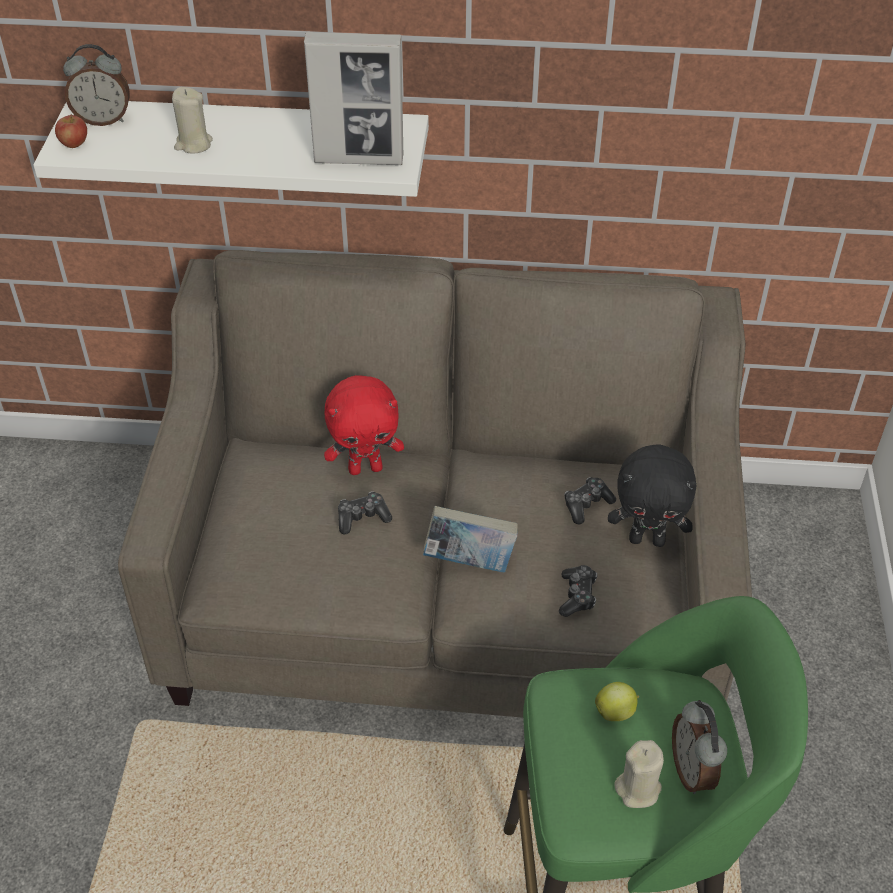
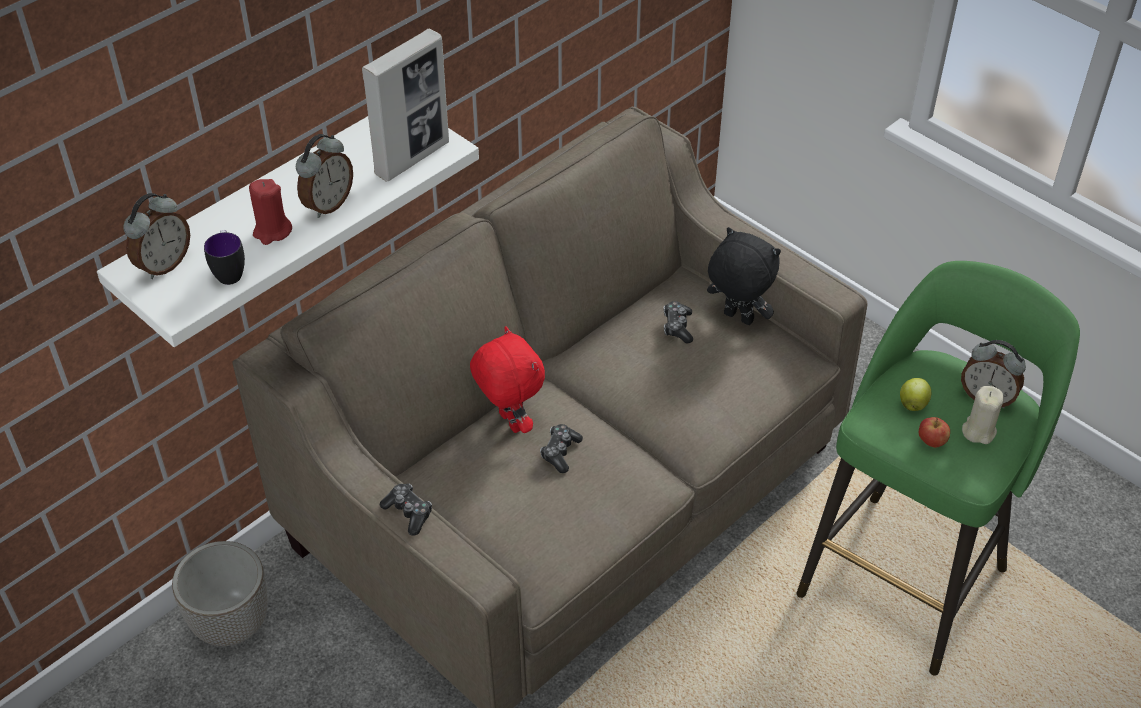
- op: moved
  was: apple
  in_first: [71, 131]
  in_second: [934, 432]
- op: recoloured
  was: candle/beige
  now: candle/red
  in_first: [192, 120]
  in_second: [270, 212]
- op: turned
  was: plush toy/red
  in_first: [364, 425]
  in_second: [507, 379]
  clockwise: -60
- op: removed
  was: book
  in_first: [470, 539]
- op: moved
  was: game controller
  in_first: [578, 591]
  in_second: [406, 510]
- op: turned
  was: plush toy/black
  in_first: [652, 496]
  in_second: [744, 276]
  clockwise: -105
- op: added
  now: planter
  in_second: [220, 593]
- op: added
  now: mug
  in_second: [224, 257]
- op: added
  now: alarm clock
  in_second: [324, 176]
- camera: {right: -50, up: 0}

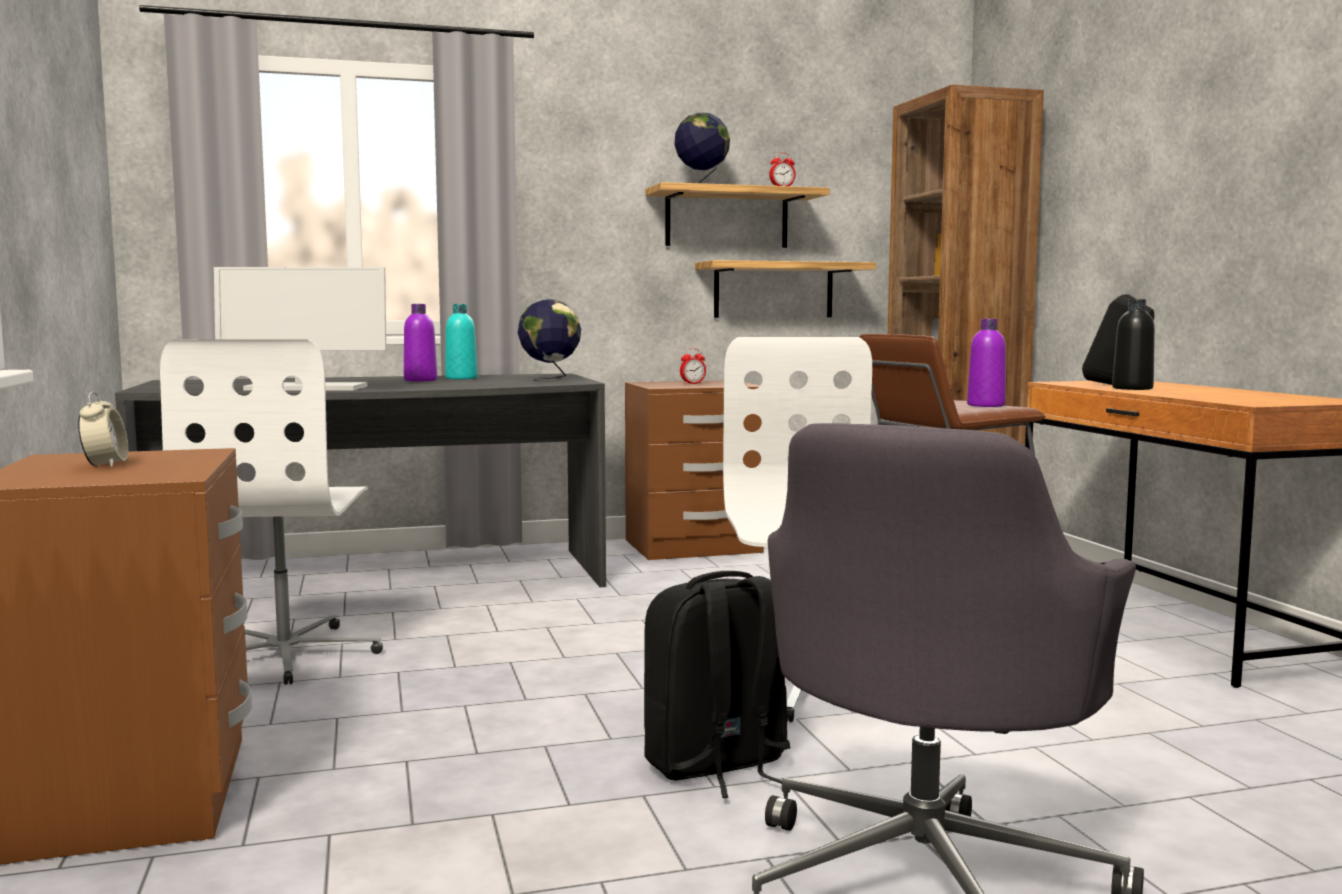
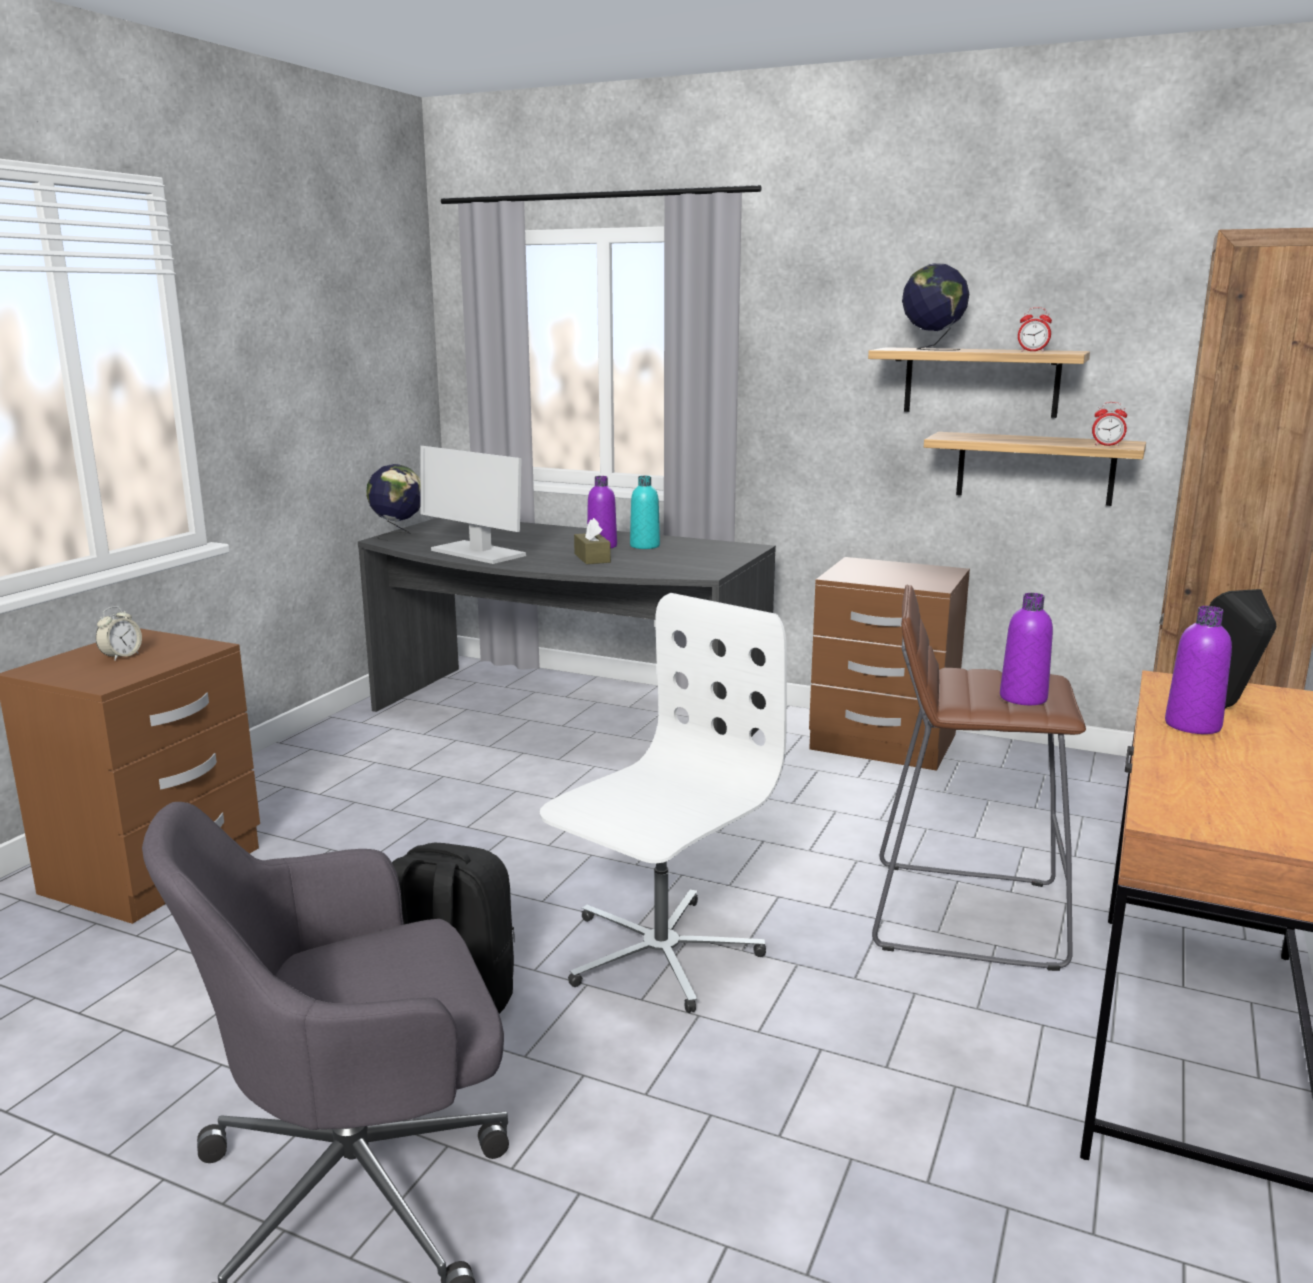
- op: removed
  was: office chair/white
  in_first: [271, 512]
- op: moved
  was: globe
  in_first: [549, 340]
  in_second: [393, 502]
- op: moved
  was: alarm clock
  in_first: [693, 366]
  in_second: [1109, 424]
- op: recoloured
  was: bottle/black
  now: bottle/purple
  in_first: [1133, 344]
  in_second: [1198, 670]
- op: added
  now: tissue box/brown
  in_second: [592, 541]
- camera: {right: 40, up: 10}

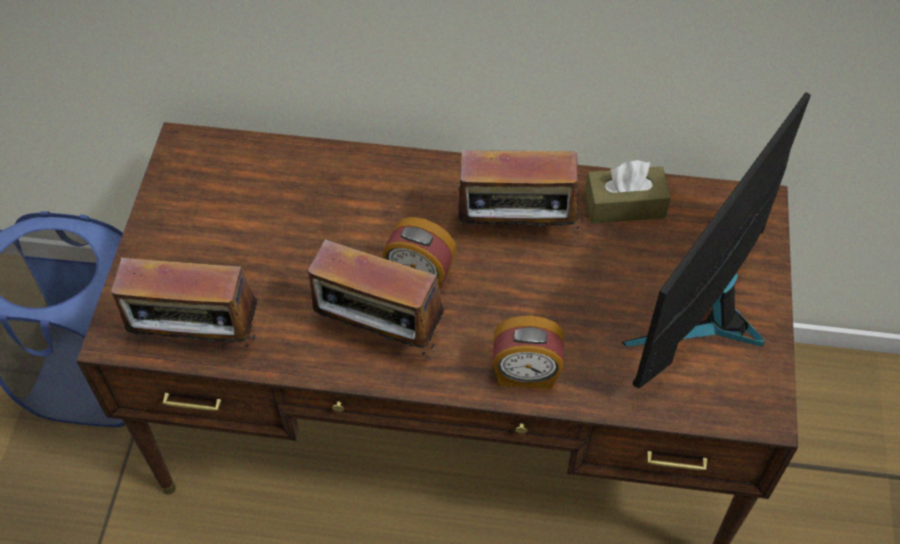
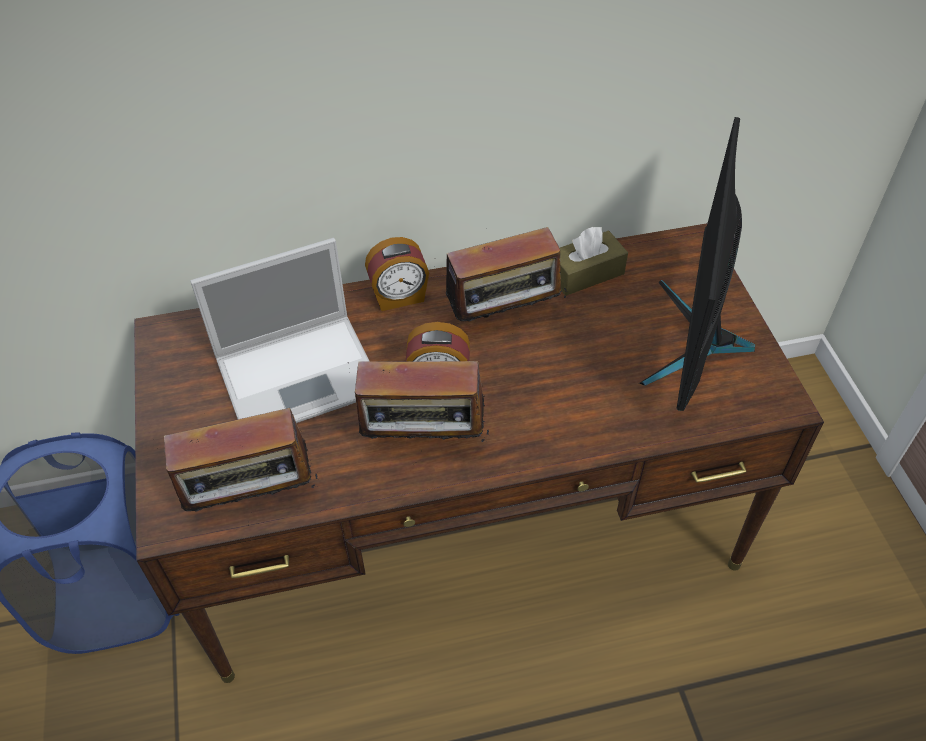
- op: moved
  was: alarm clock
  in_first: [528, 352]
  in_second: [397, 274]
- op: added
  now: laptop
  in_second: [279, 330]
- camera: {right: -20, up: -5}

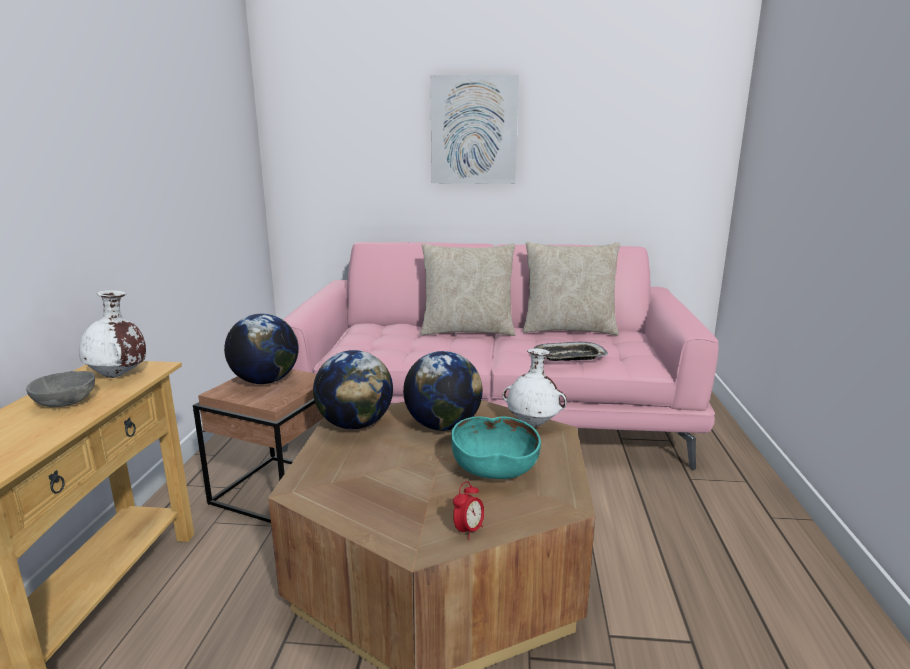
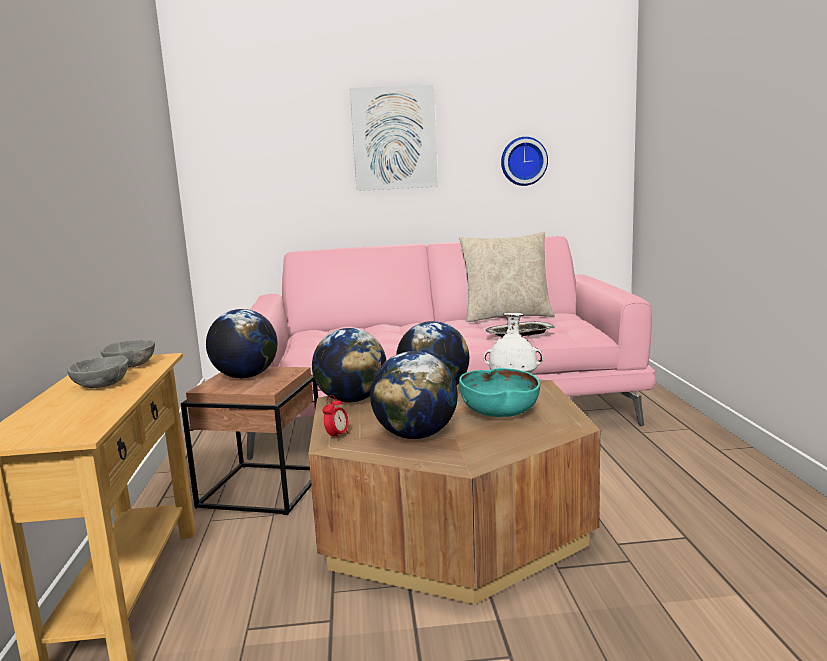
- op: replaced
  was: vase/white
  now: bowl/grey
  in_first: [112, 334]
  in_second: [127, 353]
- op: removed
  was: pillow/beige
  in_first: [467, 289]
- op: moved
  was: alarm clock
  in_first: [468, 510]
  in_second: [335, 417]
- op: added
  now: globe
  in_second: [414, 395]
- op: added
  now: wall clock
  in_second: [524, 161]
- camera: {right: -10, up: -5}

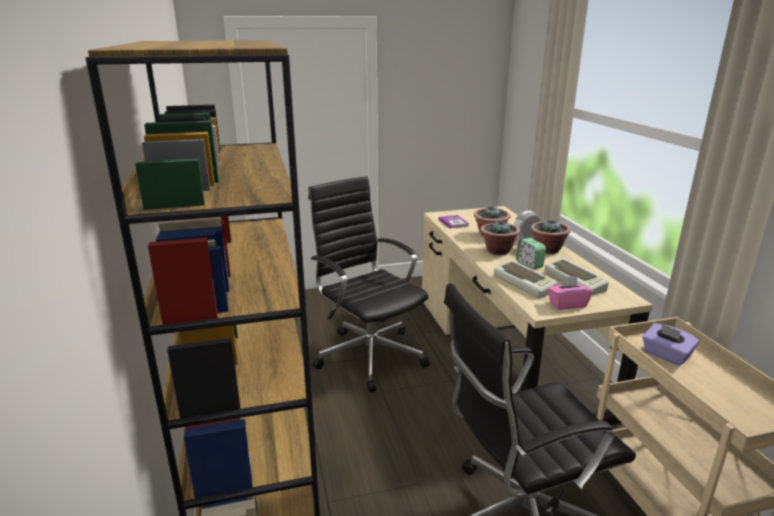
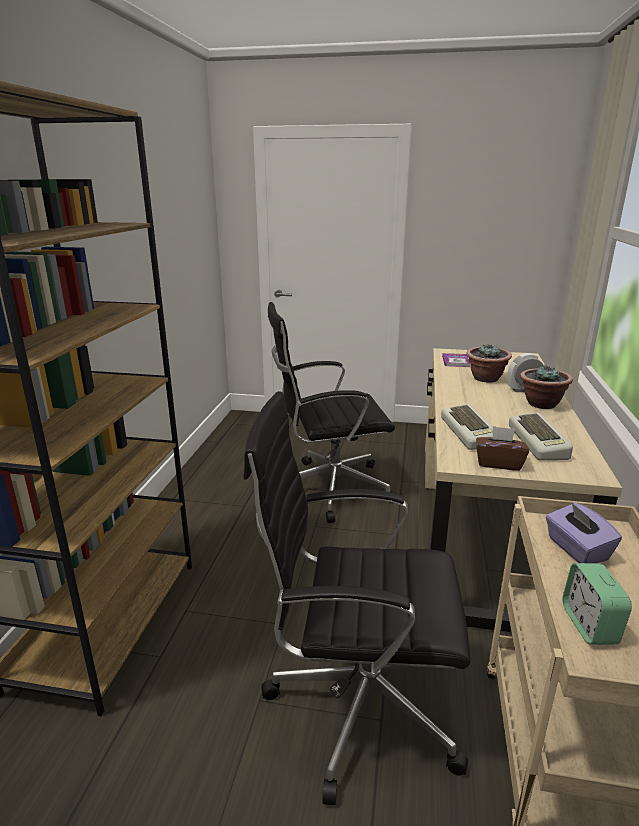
- op: turned
  was: office chair/black
  in_first: [369, 284]
  in_second: [331, 412]
  clockwise: -90
- op: removed
  was: potted plant
  in_first: [500, 238]
- op: moved
  was: alarm clock
  in_first: [531, 253]
  in_second: [597, 604]
- op: recoloured
  was: tissue box/pink
  now: tissue box/brown
  in_first: [570, 293]
  in_second: [502, 448]
- camera: {right: 25, up: 0}

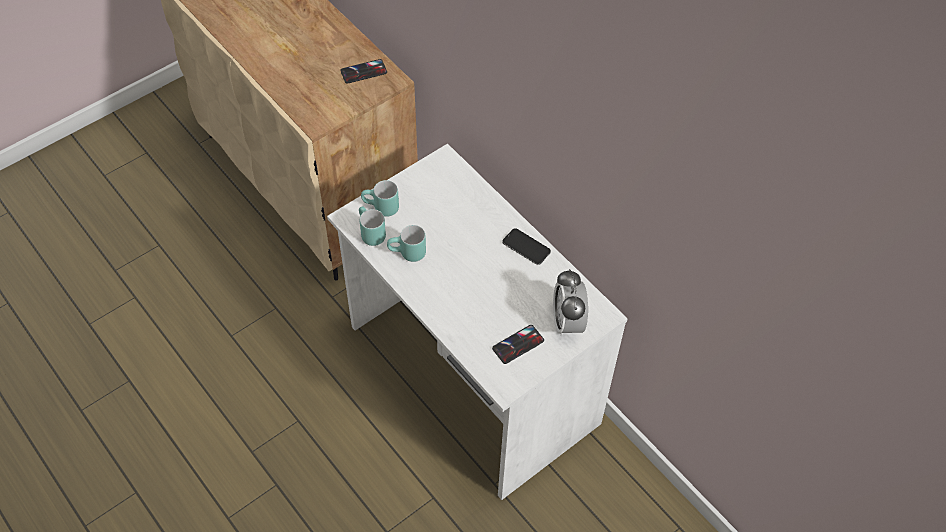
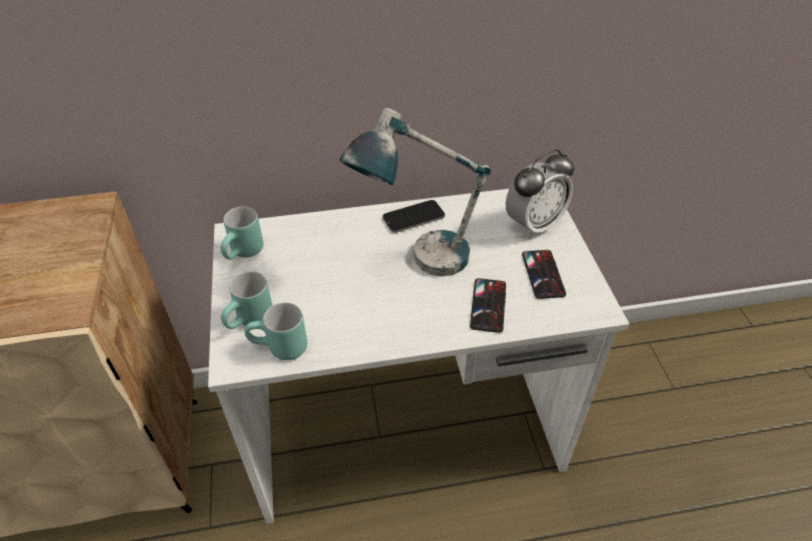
- op: moved
  was: phone
  in_first: [363, 71]
  in_second: [488, 305]
- op: moved
  was: mug/turquoise
  in_first: [406, 243]
  in_second: [242, 233]
- op: turned
  was: alarm clock
  in_first: [570, 302]
  in_second: [539, 193]
  clockwise: -60
- op: added
  now: table lamp
  in_second: [415, 192]
- camera: {right: -60, up: -10}

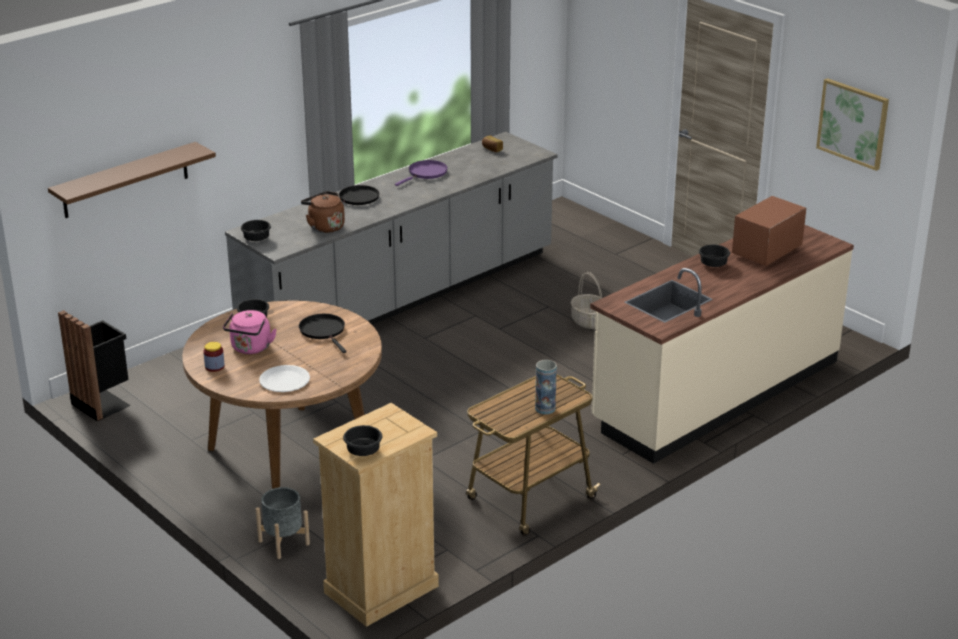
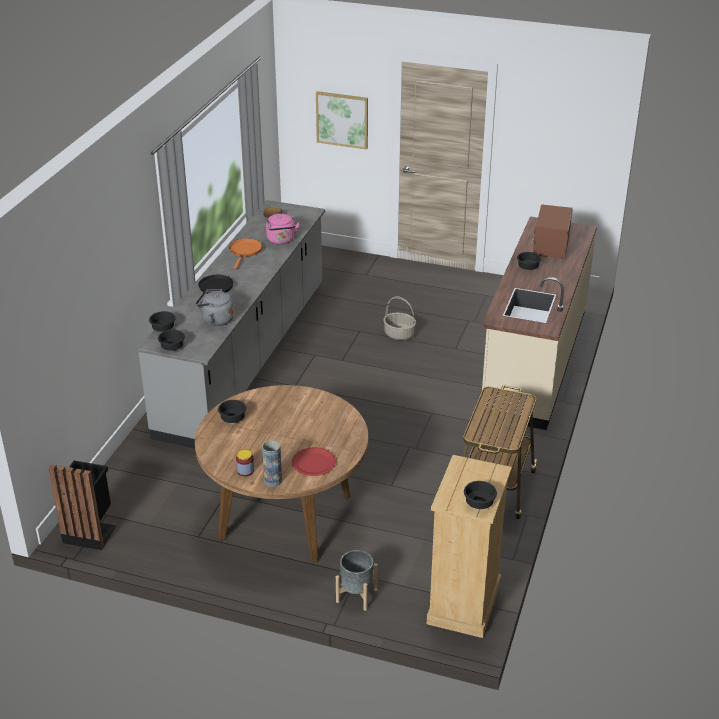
- op: removed
  was: shelf/brown
  in_first: [132, 180]
- op: moved
  was: kettle/pink
  in_first: [250, 332]
  in_second: [283, 229]
- op: recoloured
  was: plate/white
  now: plate/red
  in_first: [284, 378]
  in_second: [314, 461]
- op: removed
  was: frying pan/black
  in_first: [323, 333]
- op: recoloured
  was: kettle/brown
  now: kettle/grey
  in_first: [323, 212]
  in_second: [215, 307]
- op: recoloured
  was: frying pan/purple
  now: frying pan/orange
  in_first: [421, 173]
  in_second: [245, 253]
- op: moved
  was: vase
  in_first: [546, 387]
  in_second: [272, 463]
- op: moved
  was: picture
  in_first: [852, 124]
  in_second: [342, 120]
- op: added
  now: bowl/black
  in_second: [162, 321]
- camera: {right: -30, up: 5}

